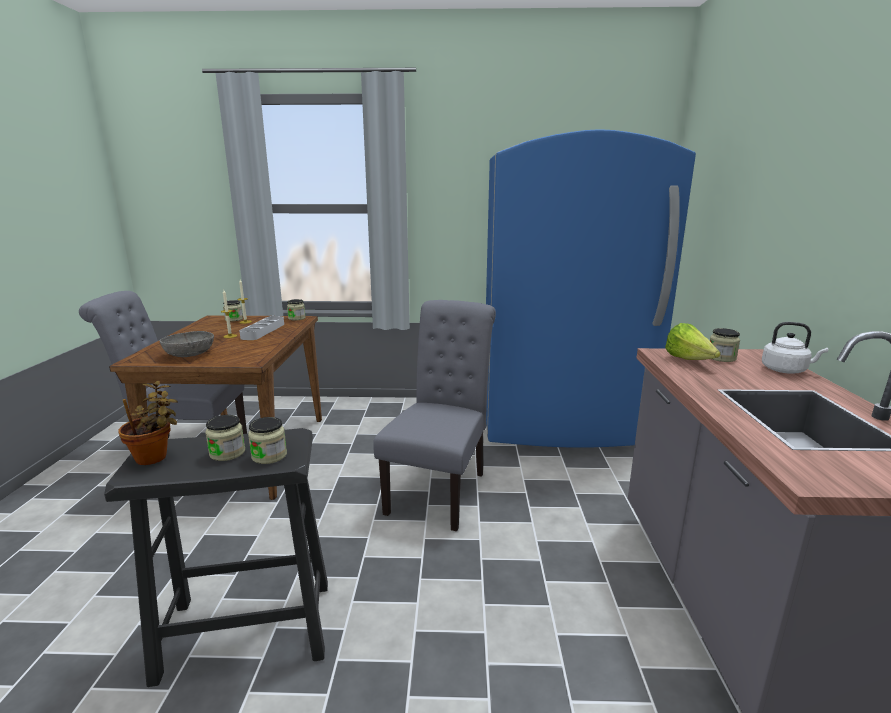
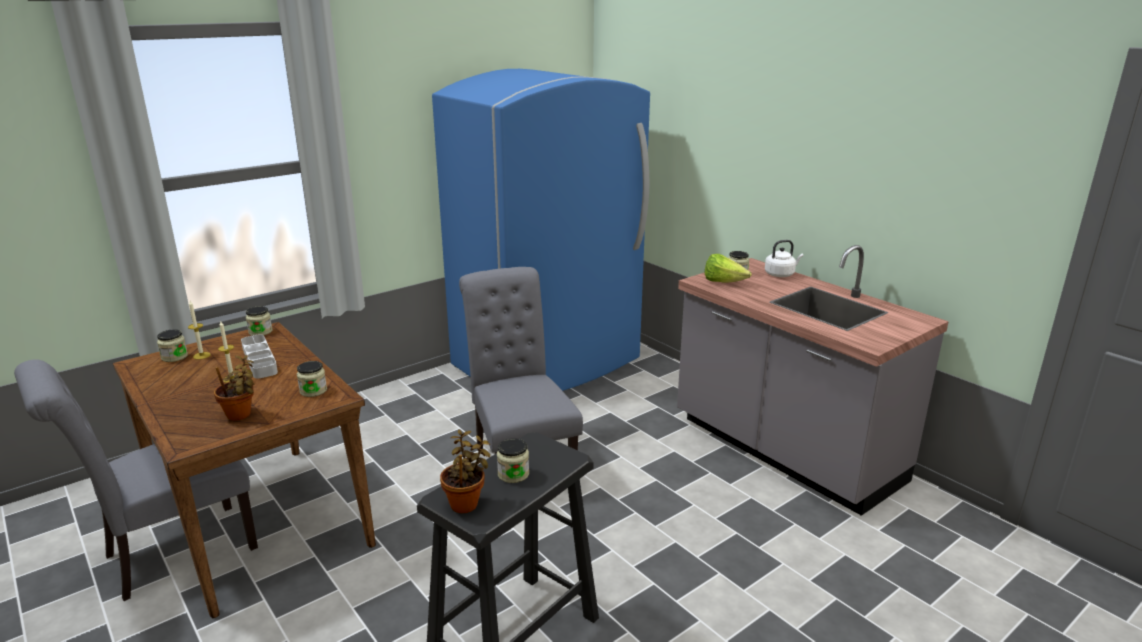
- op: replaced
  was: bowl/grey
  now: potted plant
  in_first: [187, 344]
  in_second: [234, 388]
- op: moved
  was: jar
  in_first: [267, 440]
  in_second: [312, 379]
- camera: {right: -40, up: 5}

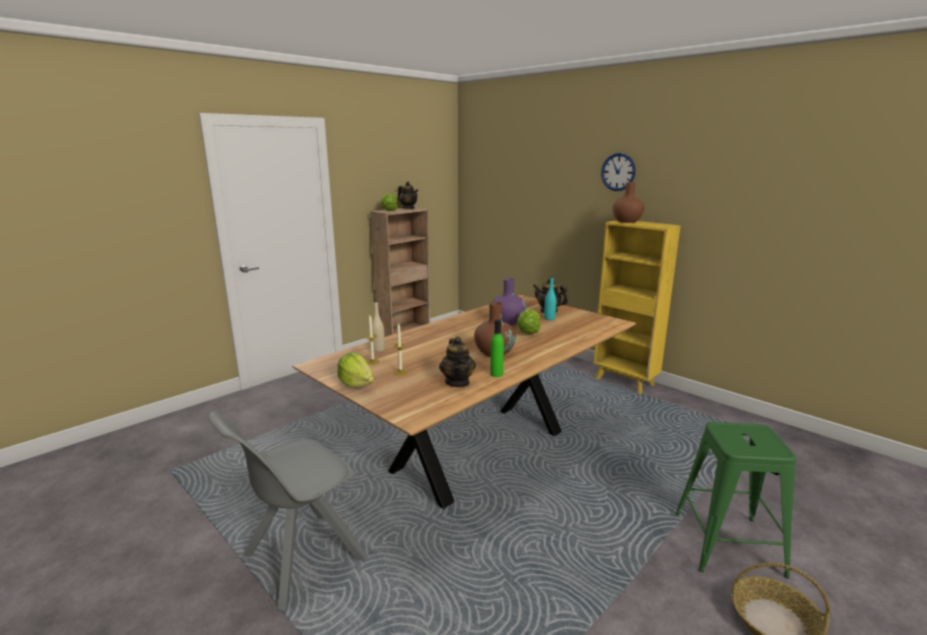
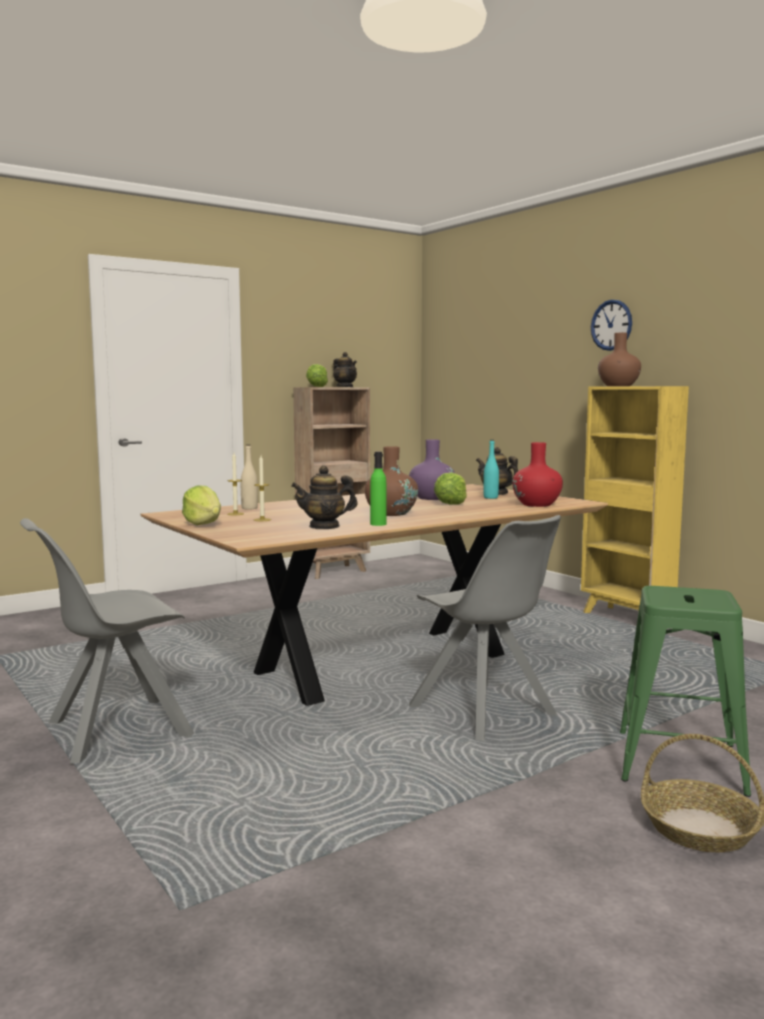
- op: turned
  was: teapot
  in_first: [457, 361]
  in_second: [324, 497]
  clockwise: 75
- op: added
  now: chair/grey
  in_second: [485, 628]
- op: added
  now: vase/red
  in_second: [537, 474]
- camera: {right: 10, up: -10}

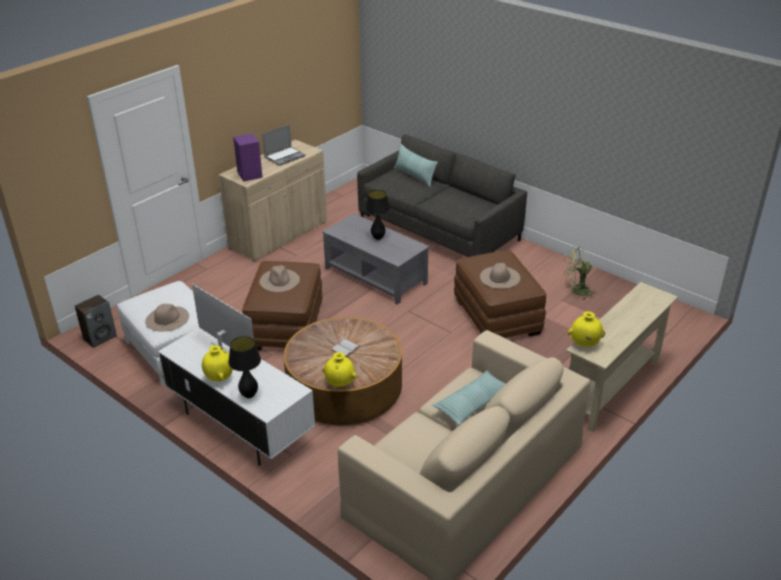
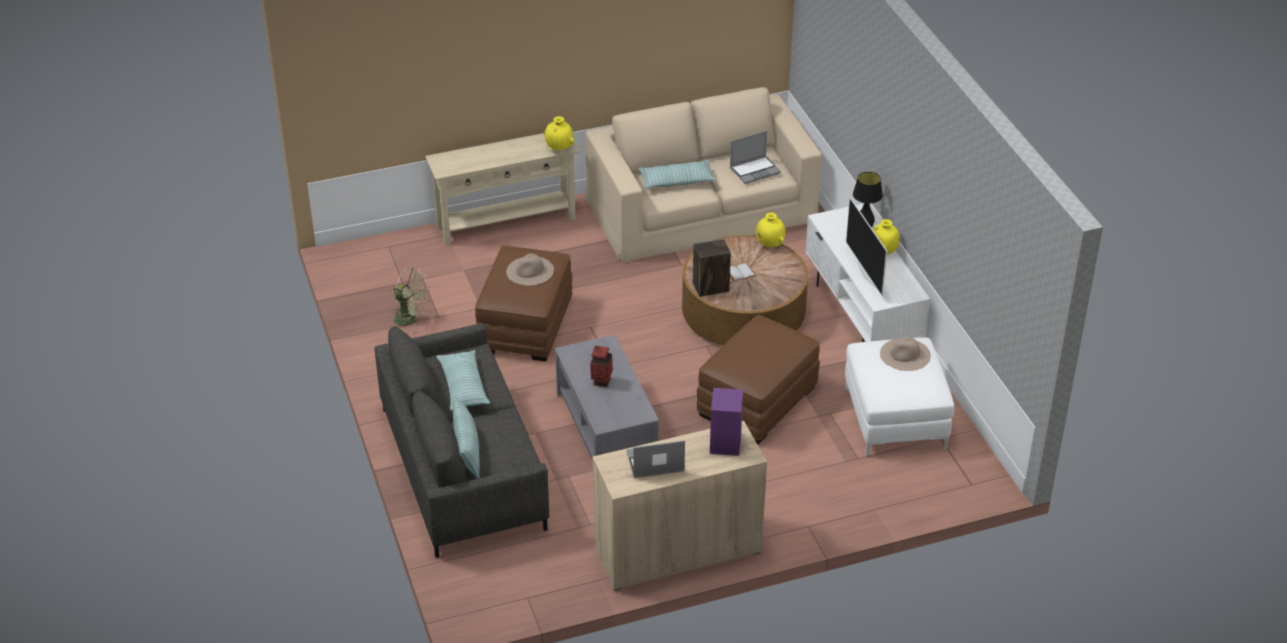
- op: moved
  was: speaker
  in_first: [96, 321]
  in_second: [712, 268]
- op: removed
  was: hat/beige
  in_first: [279, 278]
- op: replaced
  was: table lamp/black
  now: vase
  in_first: [378, 215]
  in_second: [601, 366]
- op: added
  now: pillow
  in_second: [463, 380]
- op: added
  now: laptop
  in_second: [755, 157]
- camera: {right: -150, up: 5}

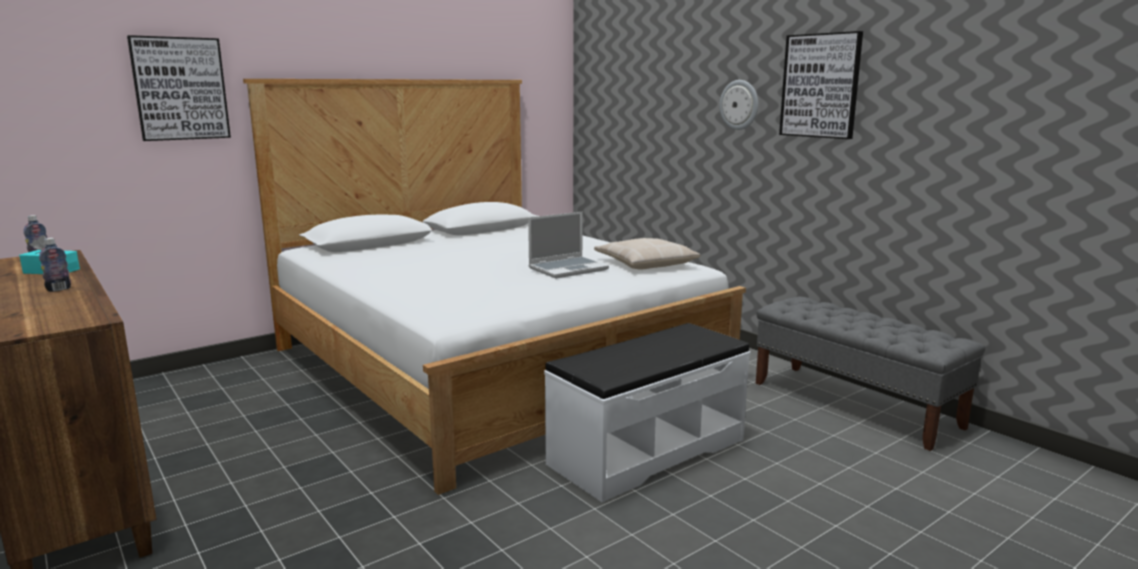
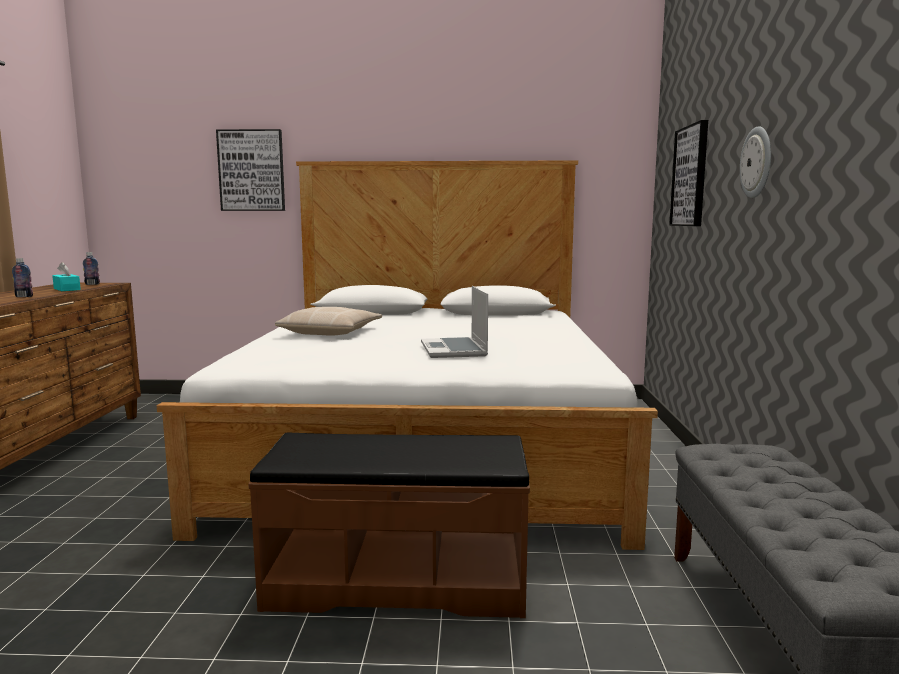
- op: turned
  was: laptop
  in_first: [568, 245]
  in_second: [454, 322]
  clockwise: 75
- op: recoloured
  was: bench/white
  now: bench/brown
  in_first: [647, 413]
  in_second: [389, 525]
- op: moved
  was: pillow/beige
  in_first: [647, 253]
  in_second: [328, 321]
- op: moved
  was: picture
  in_first: [821, 85]
  in_second: [688, 173]
- camera: {right: 40, up: -5}

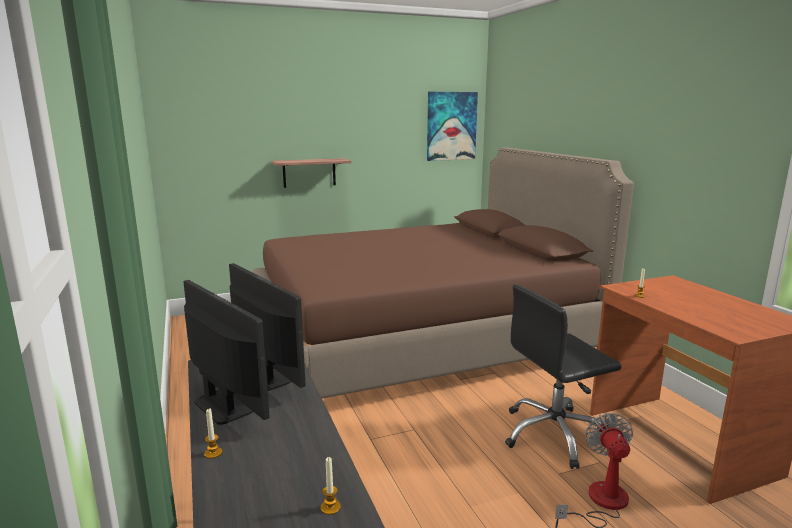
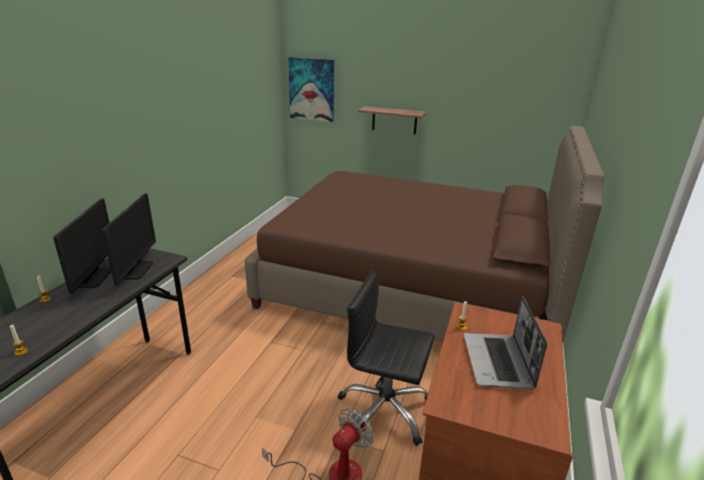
- op: moved
  was: picture
  in_first: [452, 126]
  in_second: [311, 89]
- op: added
  now: laptop
  in_second: [505, 343]
- camera: {right: 40, up: 10}

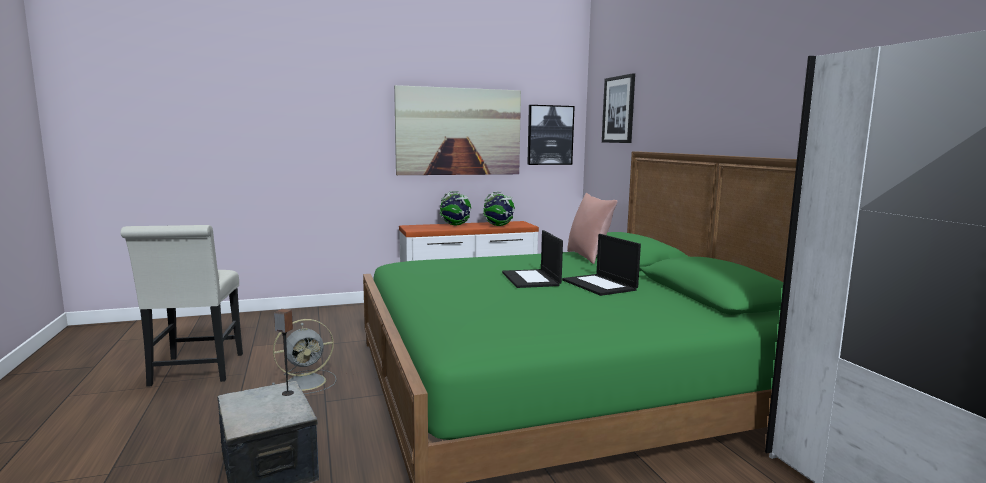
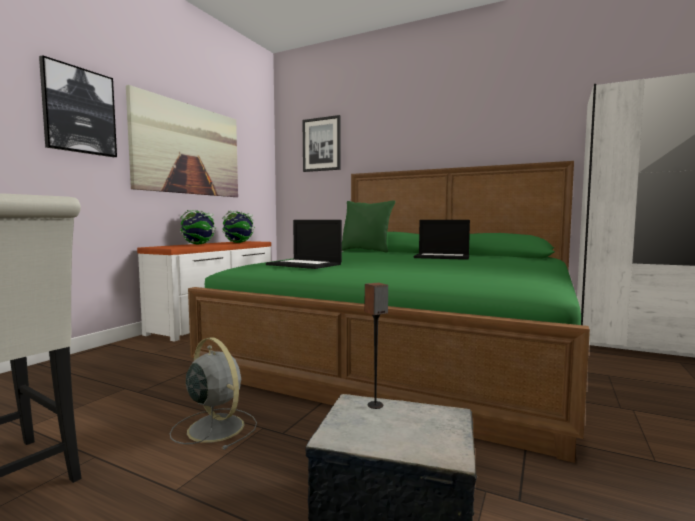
- op: turned
  was: fan/grey
  in_first: [304, 356]
  in_second: [213, 393]
  clockwise: -60
- op: moved
  was: laptop
  in_first: [532, 259]
  in_second: [304, 244]
- op: moved
  was: picture
  in_first: [551, 135]
  in_second: [78, 106]
- op: recoloured
  was: pillow/pink
  now: pillow/green
  in_first: [592, 228]
  in_second: [369, 226]
- camera: {right: -45, up: -5}

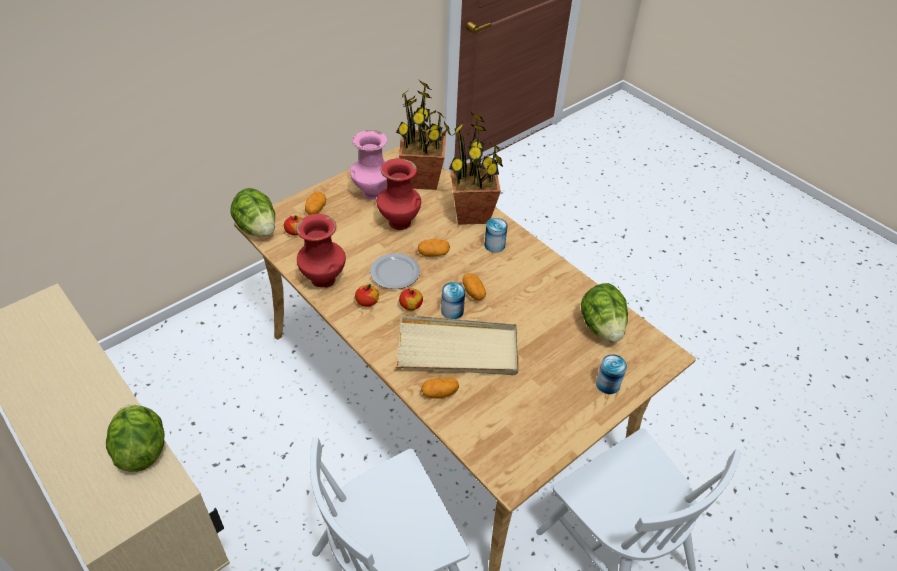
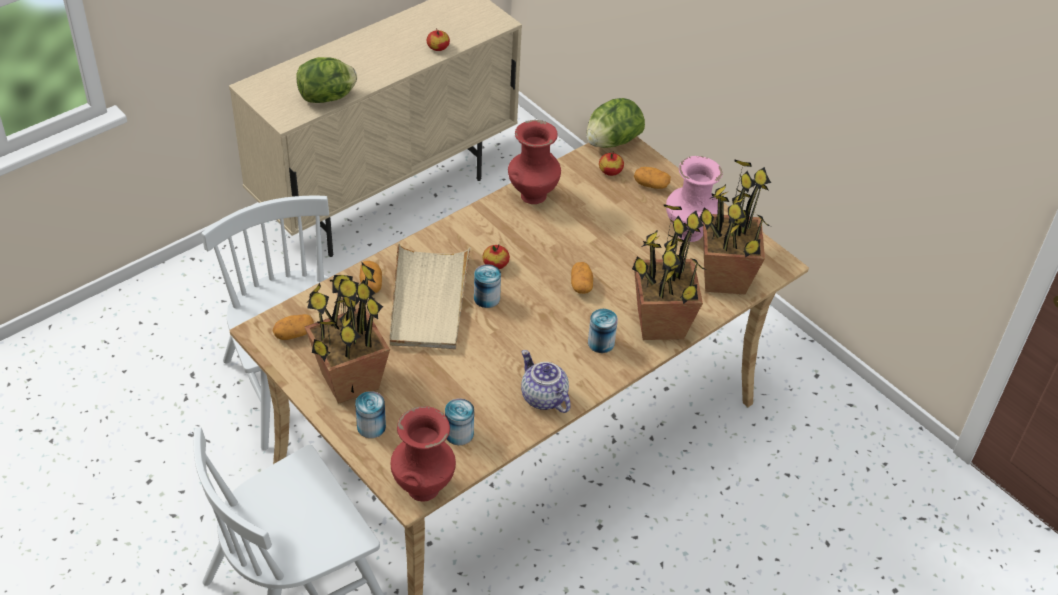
- op: moved
  was: apple
  in_first: [367, 295]
  in_second: [438, 39]
- op: removed
  was: plate
  in_first: [395, 271]
- op: moved
  was: vase/red
  in_first: [398, 194]
  in_second: [423, 453]
- op: moved
  was: potato
  in_first: [474, 287]
  in_second: [293, 327]
- op: replaced
  was: lettuce
  now: can
  in_first: [604, 312]
  in_second: [459, 421]
- op: added
  now: potted plant
  in_second: [347, 333]
- op: added
  now: teapot
  in_second: [546, 381]
- camera: {right: 90, up: 0}

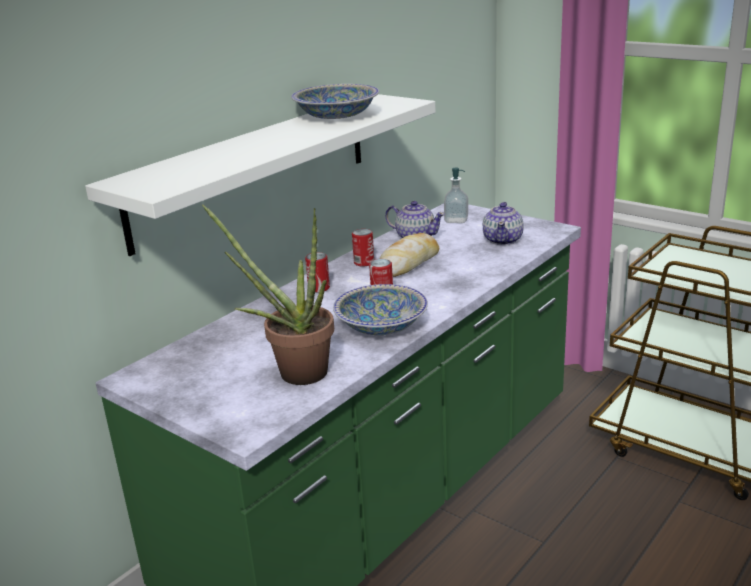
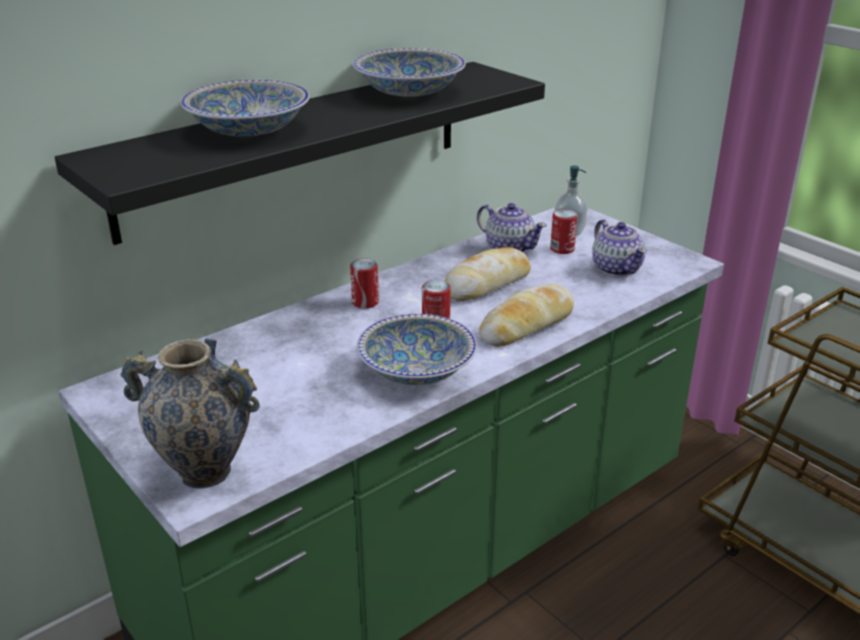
- op: recoloured
  was: shelf/white
  now: shelf/black
  in_first: [260, 175]
  in_second: [300, 153]
- op: removed
  was: potted plant
  in_first: [268, 294]
- op: moved
  was: can
  in_first: [363, 248]
  in_second: [564, 231]
- op: turned
  was: teapot
  in_first: [503, 223]
  in_second: [620, 247]
  clockwise: -45
- op: added
  now: vase
  in_second: [190, 413]
- op: added
  now: bowl
  in_second: [245, 108]
- op: added
  now: bread
  in_second: [526, 315]
- camera: {right: 10, up: 5}

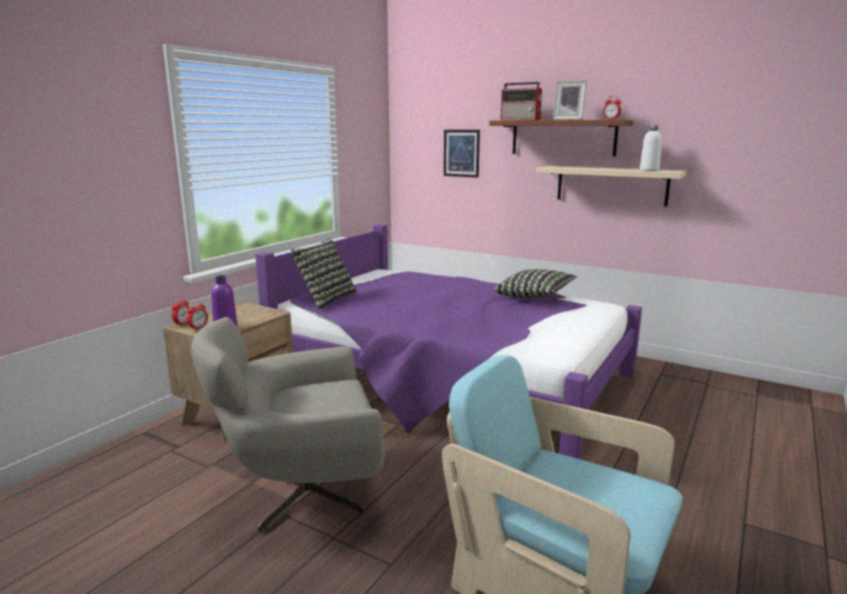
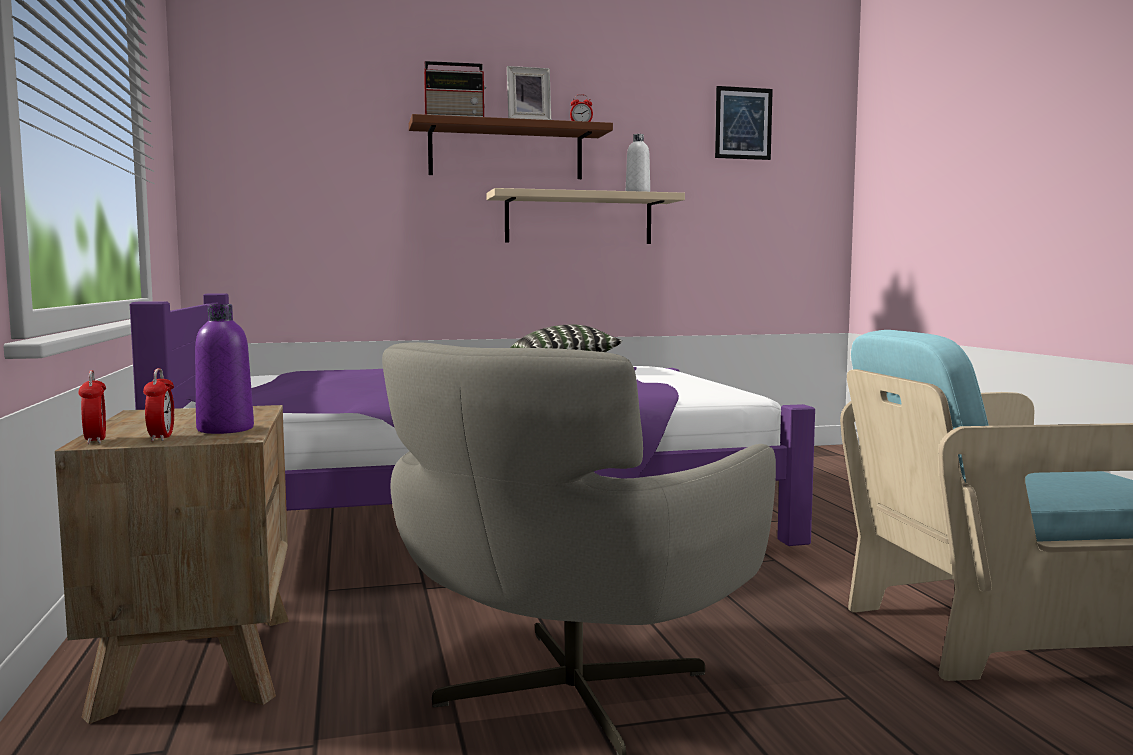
- op: removed
  was: pillow
  in_first: [324, 274]
- op: moved
  was: picture
  in_first: [462, 154]
  in_second: [744, 123]
- camera: {right: -45, up: -10}

